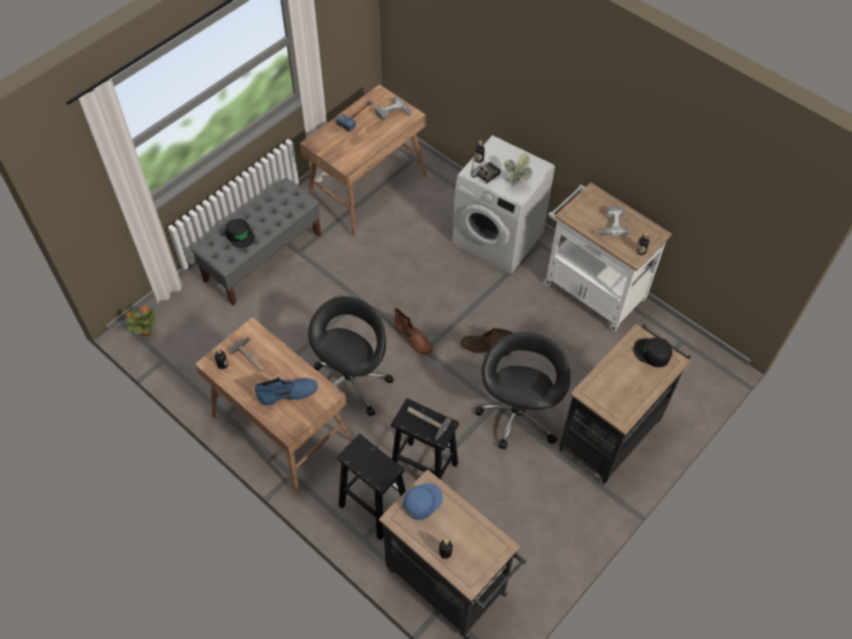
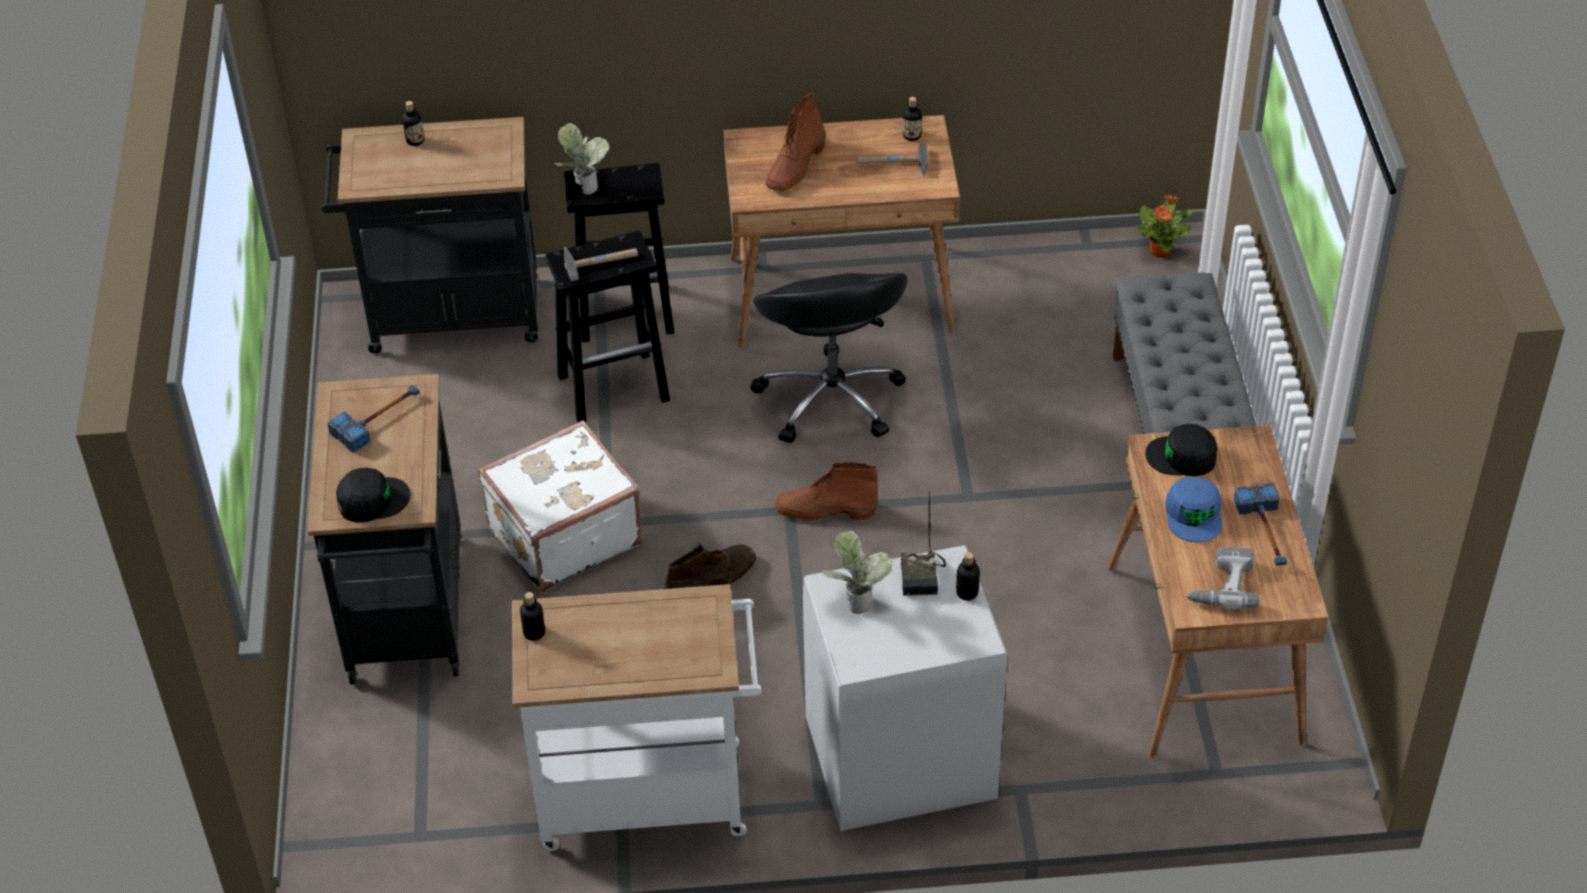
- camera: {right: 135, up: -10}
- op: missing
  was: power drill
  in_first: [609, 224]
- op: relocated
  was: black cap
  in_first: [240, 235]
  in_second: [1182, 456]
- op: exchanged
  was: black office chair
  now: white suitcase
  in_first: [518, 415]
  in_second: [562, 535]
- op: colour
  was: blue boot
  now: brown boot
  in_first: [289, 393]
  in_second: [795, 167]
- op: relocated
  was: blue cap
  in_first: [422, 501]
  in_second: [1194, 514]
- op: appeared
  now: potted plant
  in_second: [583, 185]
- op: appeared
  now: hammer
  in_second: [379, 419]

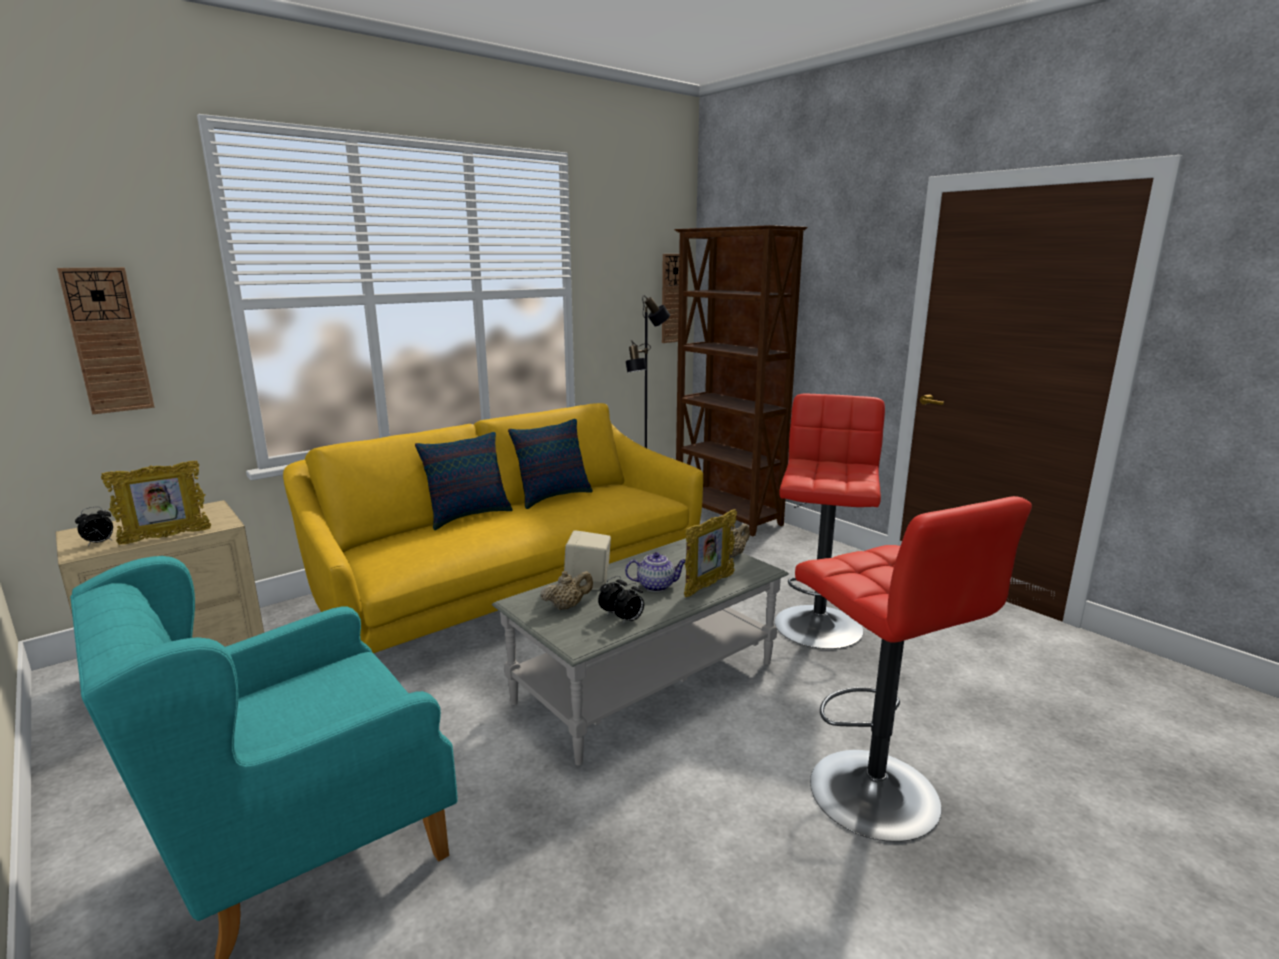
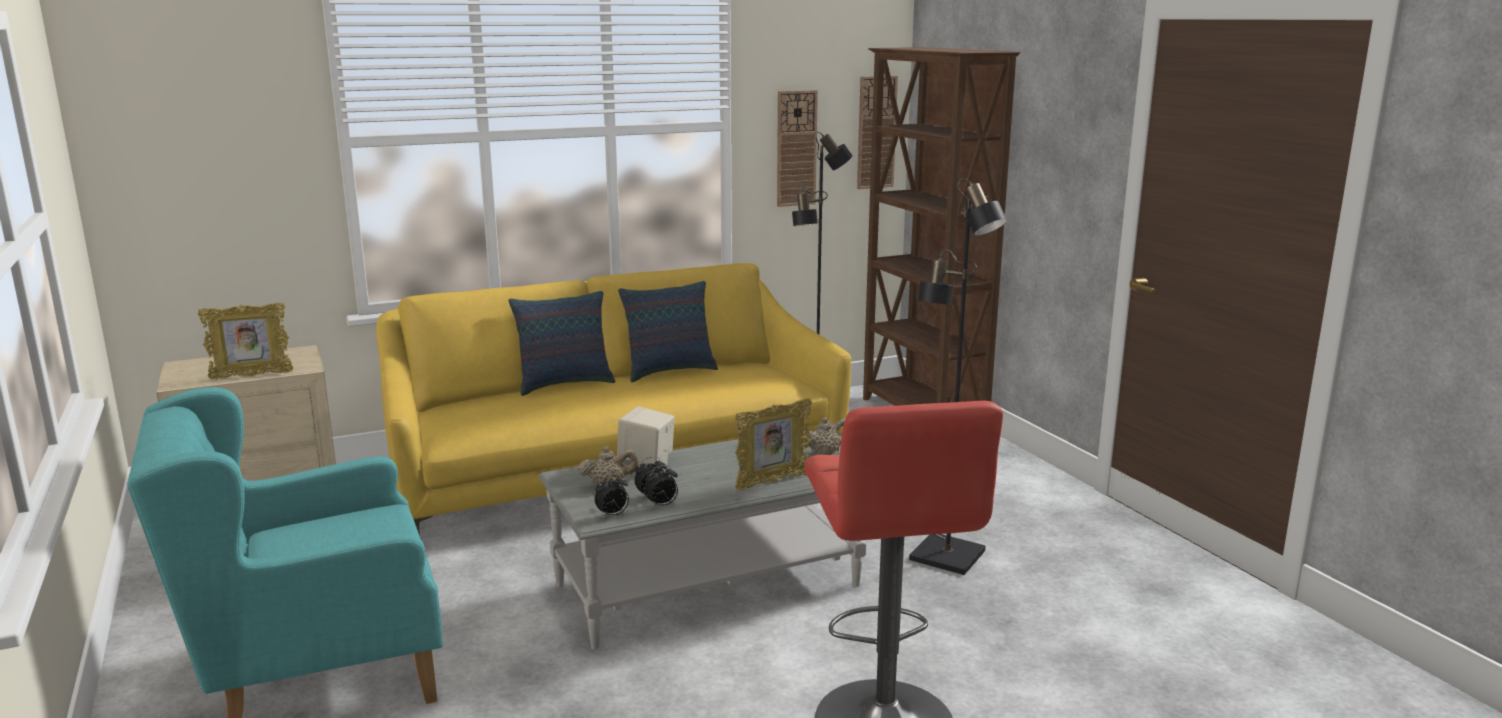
- camera: {right: 15, up: 0}
- op: relocated
  was: wall clock
  in_first: [108, 341]
  in_second: [796, 148]
- op: exchanged
  was: red stool
  now: black floor lamp
  in_first: [819, 626]
  in_second: [947, 555]
- op: relocated
  was: alarm clock
  in_first: [99, 543]
  in_second: [613, 515]
- op: missing
  was: teapot
  in_first: [656, 586]

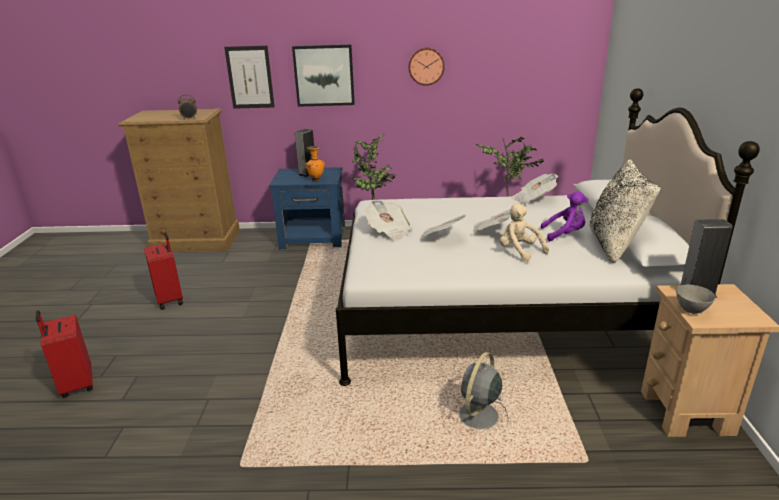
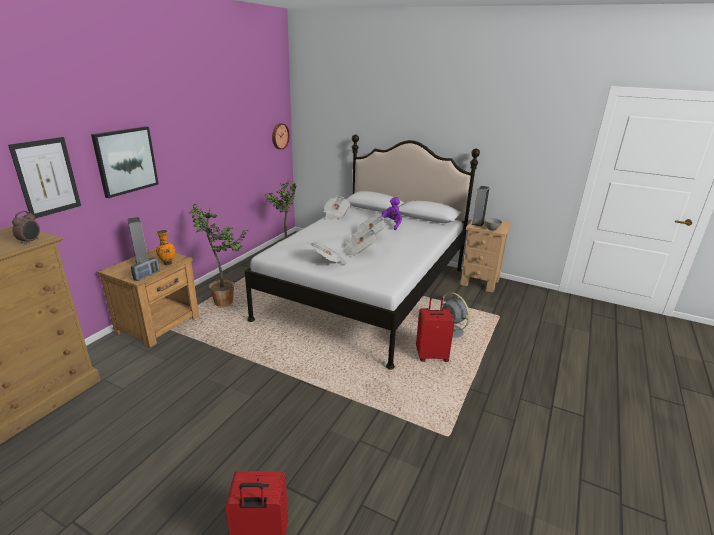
- camera: {right: -65, up: 0}
- op: relocated
  was: wall clock
  in_first: [426, 66]
  in_second: [279, 136]
- op: missing
  was: beige pillow
  in_first: [614, 248]
- op: colour
  was: blue nightstand
  now: brown nightstand
  in_first: [314, 238]
  in_second: [159, 324]
- op: missing
  was: beige plush toy
  in_first: [519, 251]
- op: relocated
  was: red suitcase
  in_first: [170, 300]
  in_second: [431, 355]
- op: appeared
  now: radio
  in_second: [147, 276]

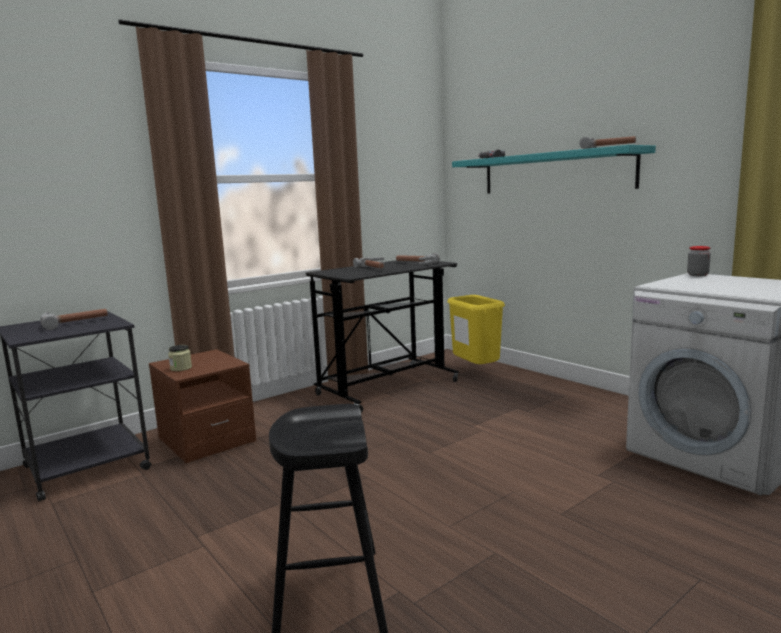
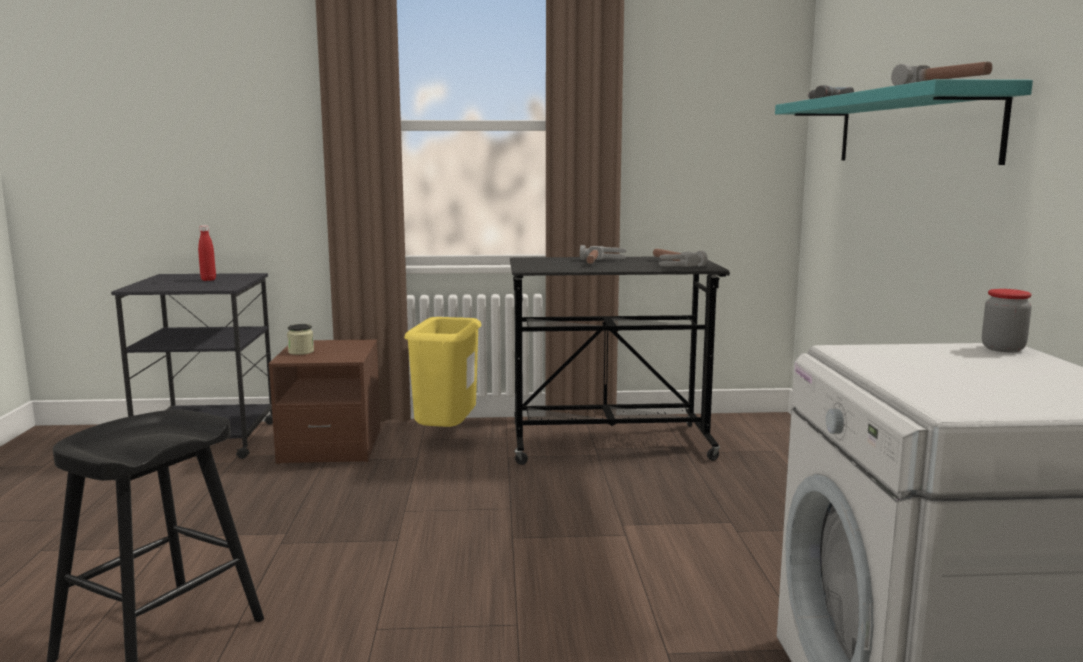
- camera: {right: 35, up: 0}
- op: relocated
  was: yellow trash can
  in_first: [475, 371]
  in_second: [445, 437]
- op: exchanged
  was: hammer
  now: red bottle
  in_first: [74, 322]
  in_second: [208, 280]

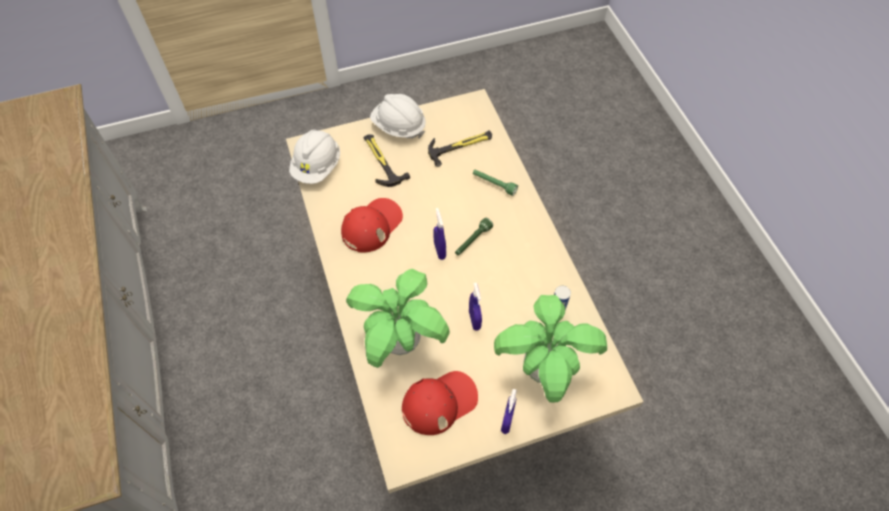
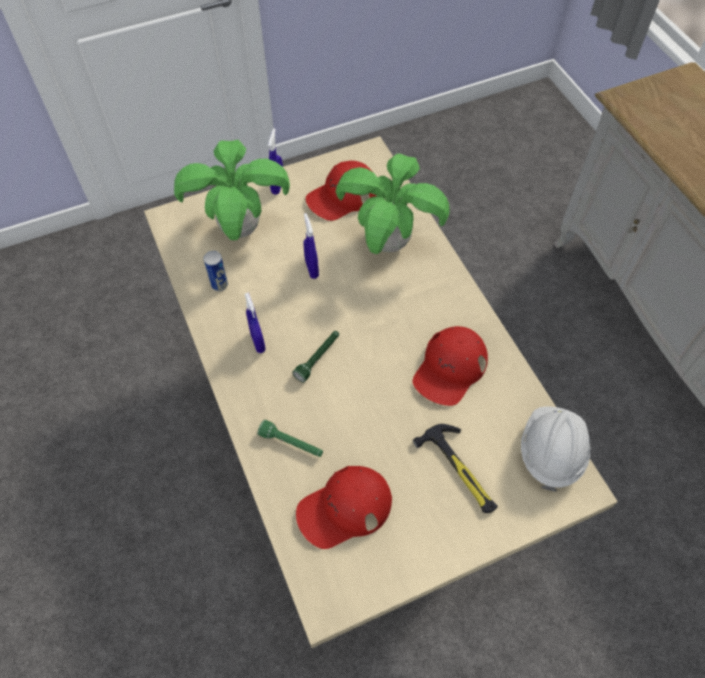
- camera: {right: 175, up: 0}
- op: missing
  was: white hard hat
  in_first: [398, 126]
- op: exchanged
  was: hammer
  now: red cap
  in_first: [460, 146]
  in_second: [344, 508]
- op: relocated
  was: blue spray bottle
  in_first: [439, 250]
  in_second: [258, 342]

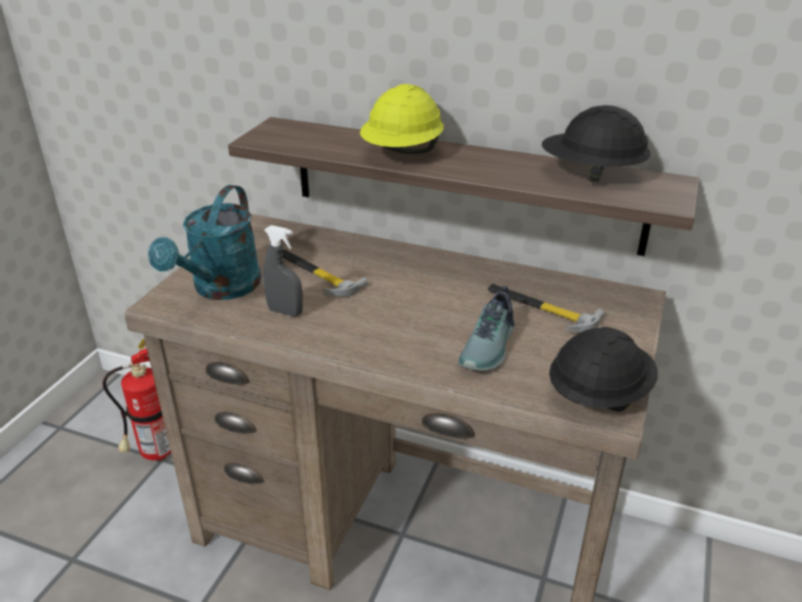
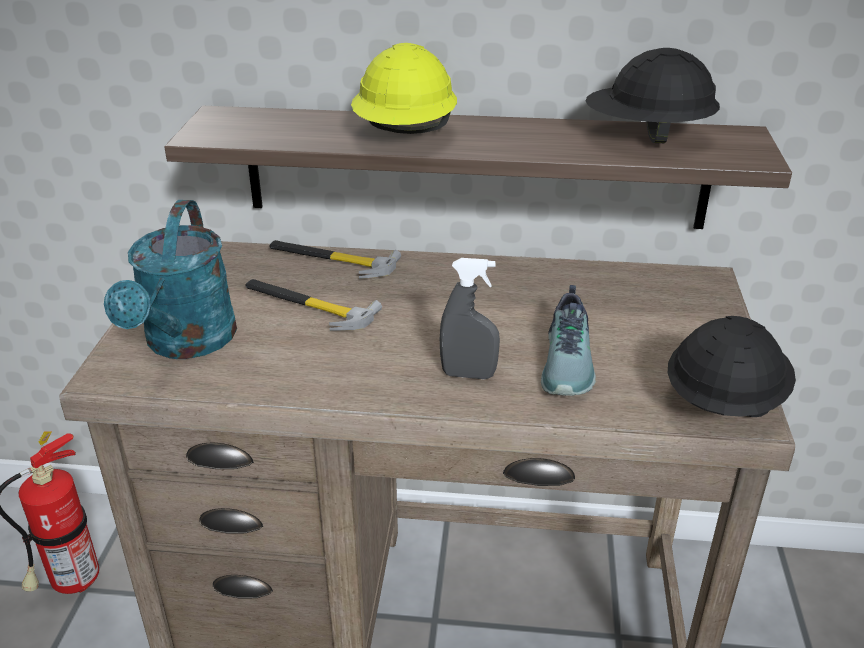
- camera: {right: -15, up: 0}
- op: relocated
  was: grey spray bottle
  in_first: [285, 312]
  in_second: [468, 374]
- op: relocated
  was: hammer
  in_first: [540, 309]
  in_second: [331, 260]

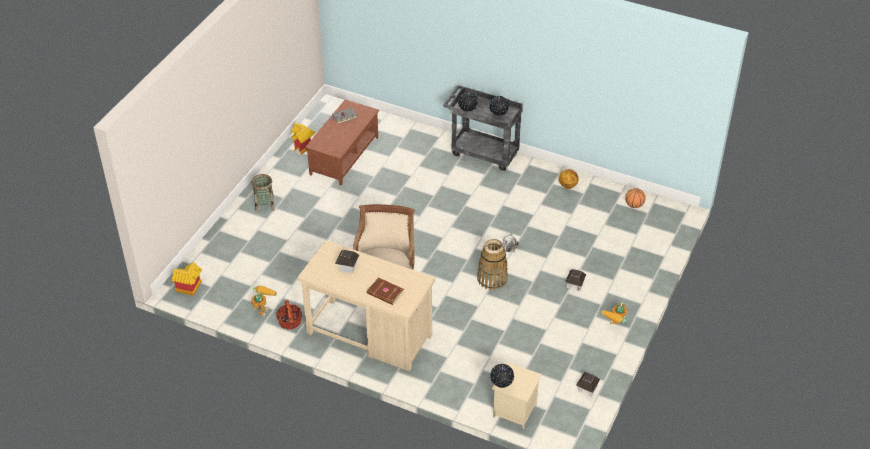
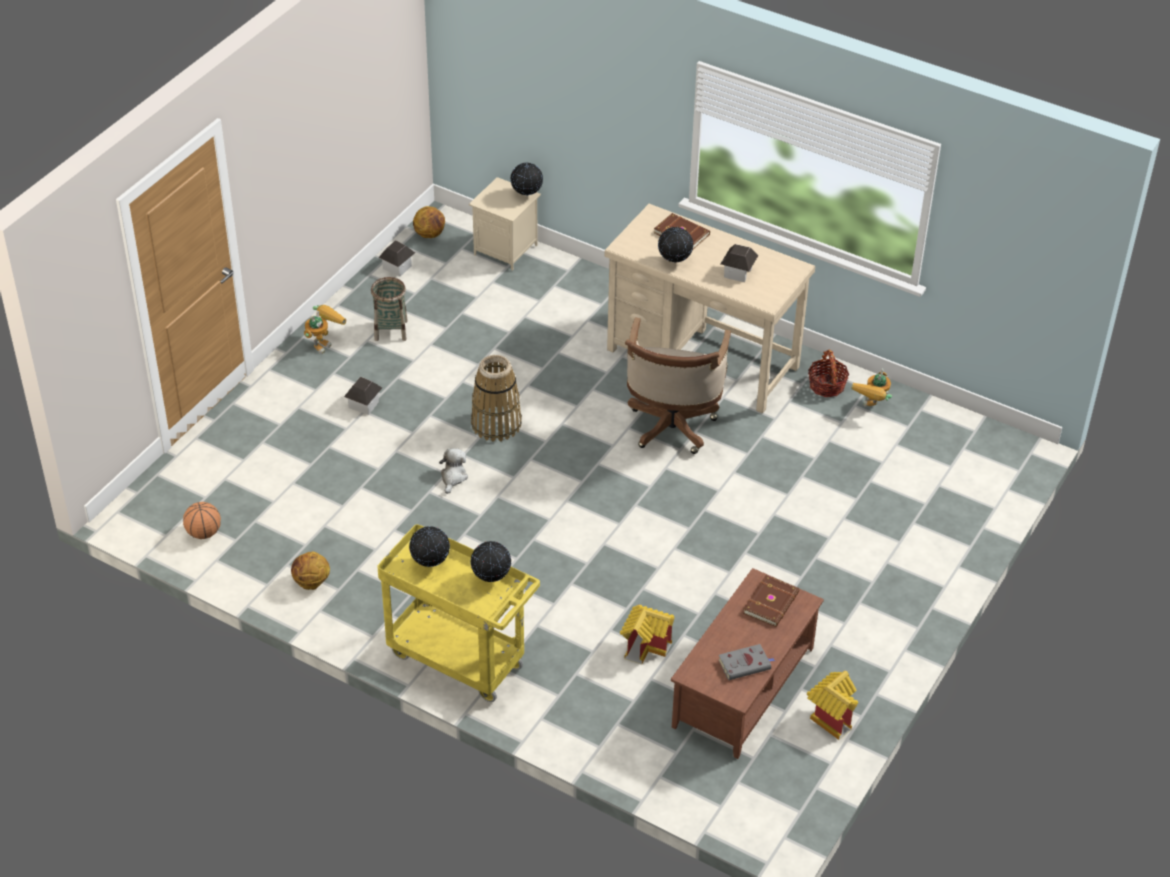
- camera: {right: -175, up: 0}
- op: colour
  was: grey cart
  now: yellow cart
  in_first: [481, 155]
  in_second: [462, 664]
- op: relocated
  was: basket
  in_first: [264, 205]
  in_second: [391, 330]
- op: relocated
  was: toy house
  in_first: [189, 288]
  in_second: [647, 646]
- op: appeared
  now: basketball
  in_second: [430, 234]
- op: appeared
  now: globe
  in_second: [674, 262]
- op: appeared
  now: brown book
  in_second: [772, 603]

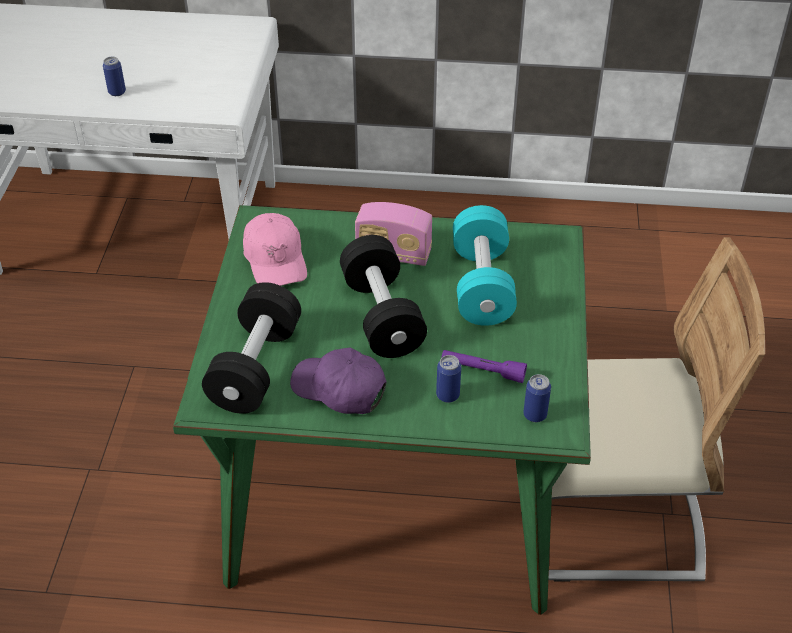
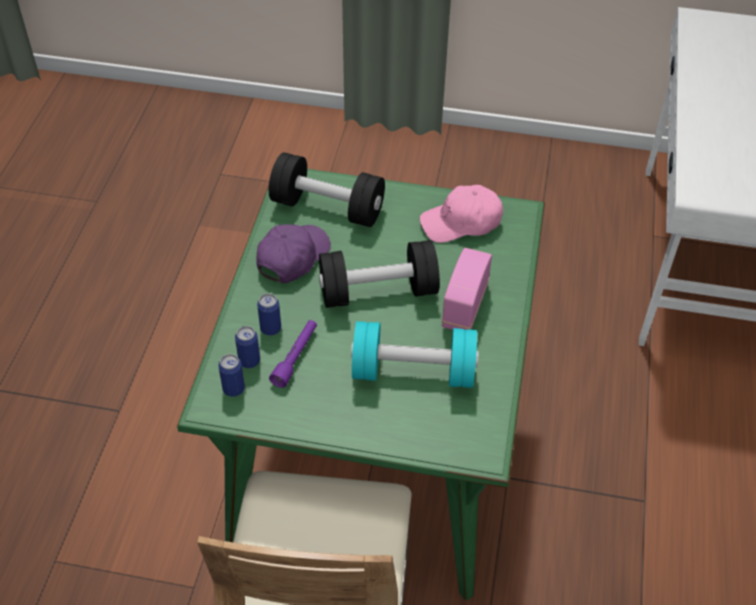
- camera: {right: 95, up: 5}
- op: relocated
  was: can
  in_first: [117, 92]
  in_second: [249, 361]

